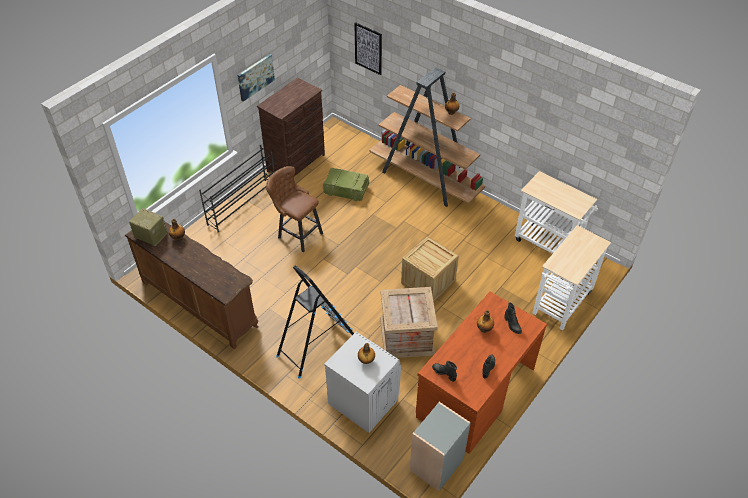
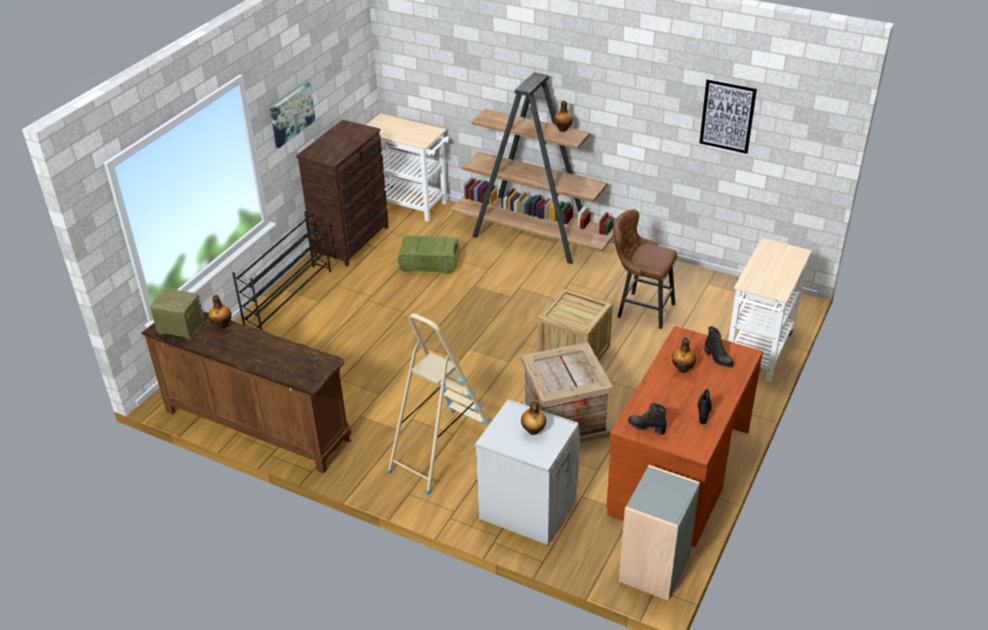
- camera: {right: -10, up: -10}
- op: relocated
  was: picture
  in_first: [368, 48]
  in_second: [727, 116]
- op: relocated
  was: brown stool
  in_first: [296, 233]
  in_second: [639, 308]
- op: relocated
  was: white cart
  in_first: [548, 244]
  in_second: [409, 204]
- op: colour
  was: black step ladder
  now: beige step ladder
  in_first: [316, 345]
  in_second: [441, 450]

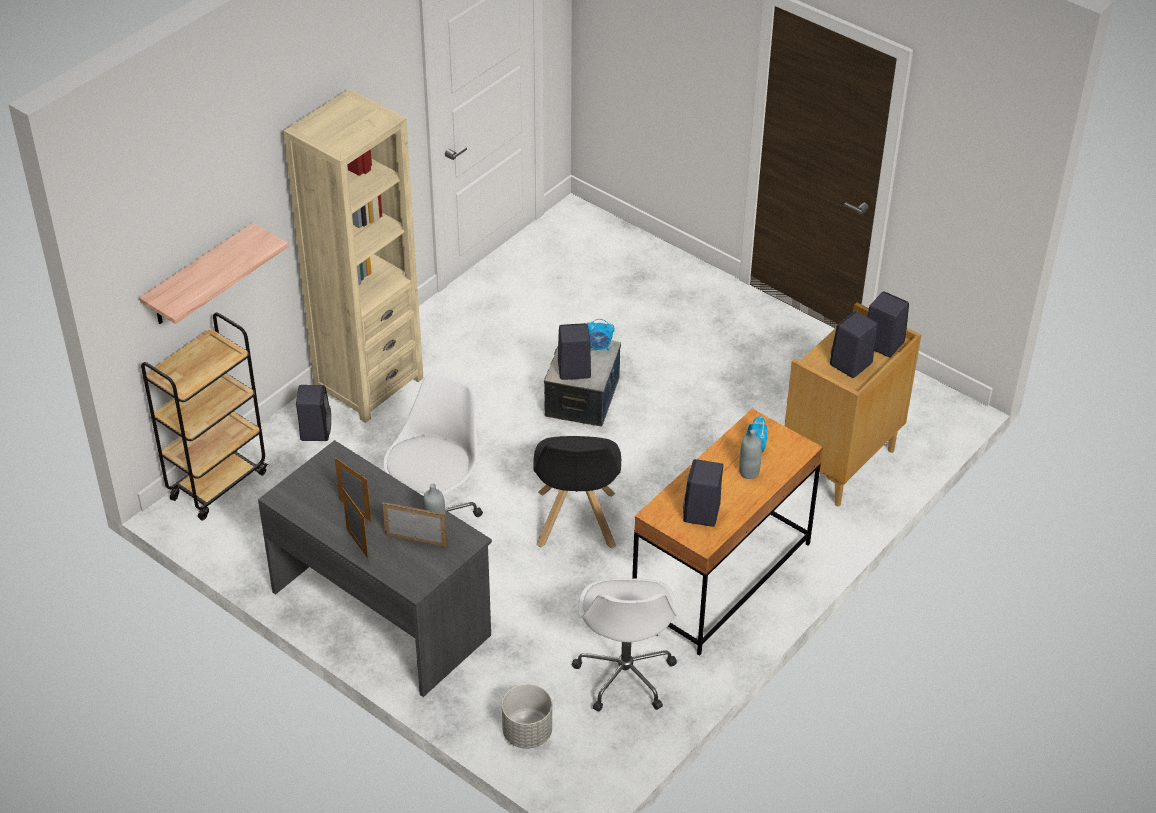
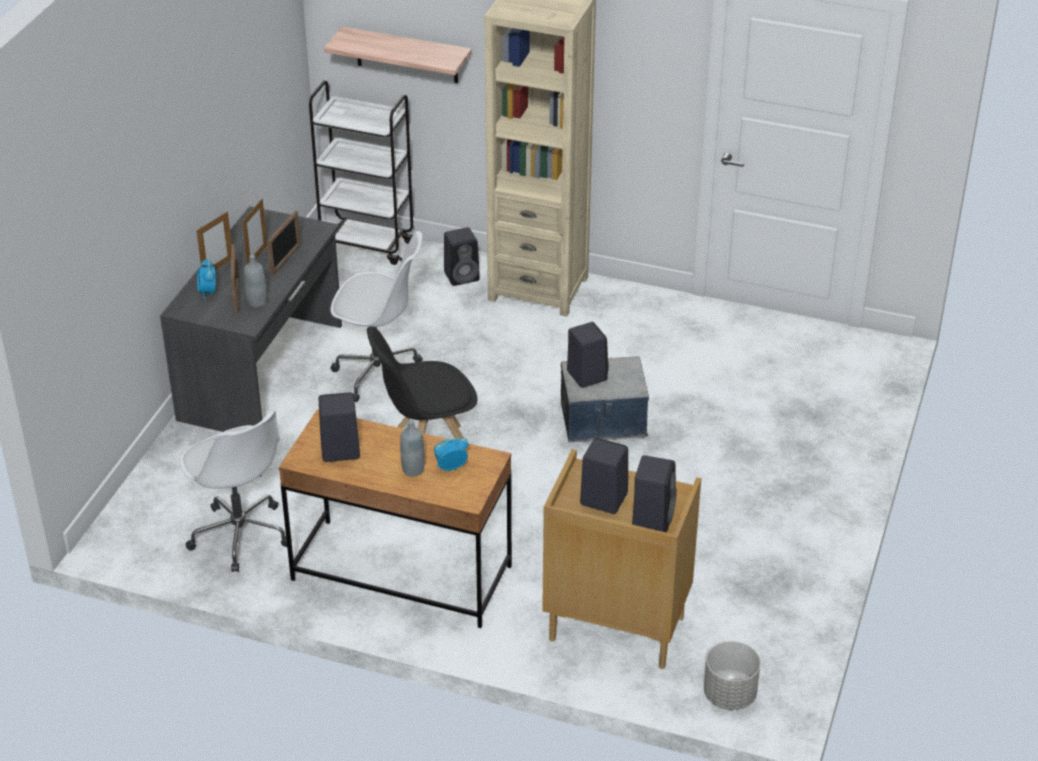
- camera: {right: 70, up: -5}
- op: colour
  was: brown cart
  now: white cart
  in_first: [218, 484]
  in_second: [369, 246]
- op: relocated
  was: alarm clock
  in_first: [599, 347]
  in_second: [207, 292]
- op: spun
  was: white office chair
  in_first: [625, 679]
  in_second: [242, 537]
  clockwise: -105
- op: relocated
  was: grey planter
  in_first: [527, 733]
  in_second: [729, 695]
- op: appeared
  now: picture frame
  in_second: [286, 260]

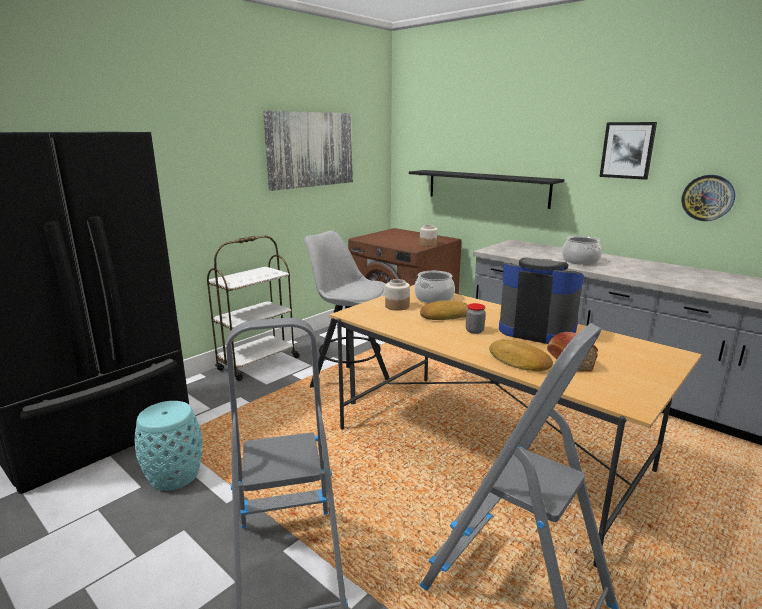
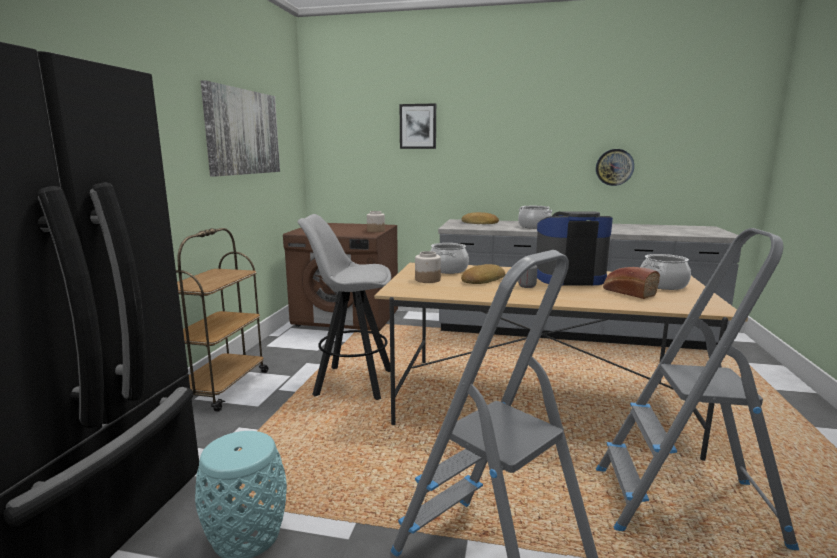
- camera: {right: -30, up: -5}
- op: relocated
  was: picture
  in_first: [627, 150]
  in_second: [418, 126]
- op: missing
  was: black shelf
  in_first: [486, 188]
- op: colour
  was: white cart
  now: brown cart
  in_first: [257, 364]
  in_second: [223, 389]
- op: relocated
  was: bread
  in_first: [519, 361]
  in_second: [480, 223]
- op: appeared
  now: cooking pot
  in_second: [663, 285]

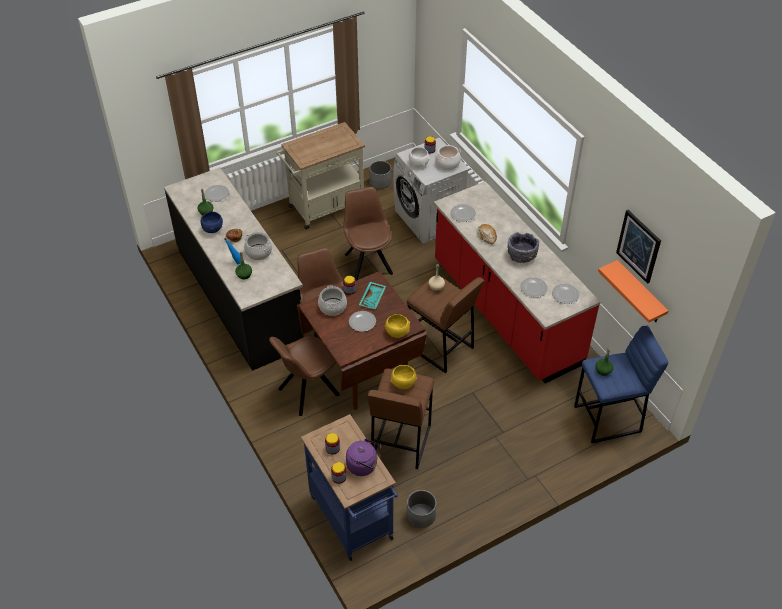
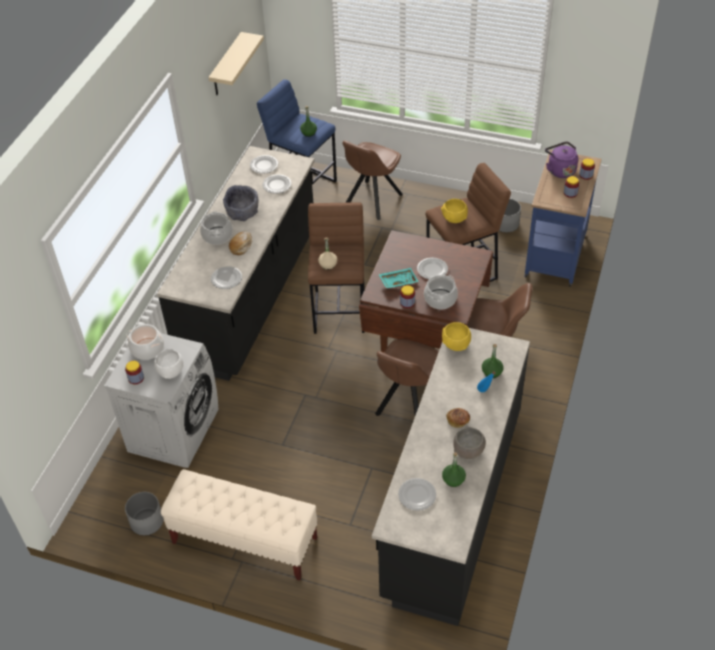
- camera: {right: -130, up: 0}
- op: exchanged
  was: beige cart
  now: beige bench
  in_first: [324, 208]
  in_second: [244, 540]
- op: colour
  was: red counter
  now: black counter
  in_first: [505, 312]
  in_second: [251, 297]
- op: relocated
  was: brown chair
  in_first: [368, 264]
  in_second: [372, 200]
- op: exchanged
  was: picture
  now: beige shelf
  in_first: [639, 246]
  in_second: [226, 66]
- op: colour
  was: blue bowl
  now: grey bowl
  in_first: [213, 229]
  in_second: [468, 450]
- op: relocated
  was: cooking pot
  in_first: [259, 252]
  in_second: [217, 236]
- op: missing
  was: orange shelf
  in_first: [640, 293]
- op: relocated
  was: yellow bowl
  in_first: [397, 332]
  in_second: [455, 344]

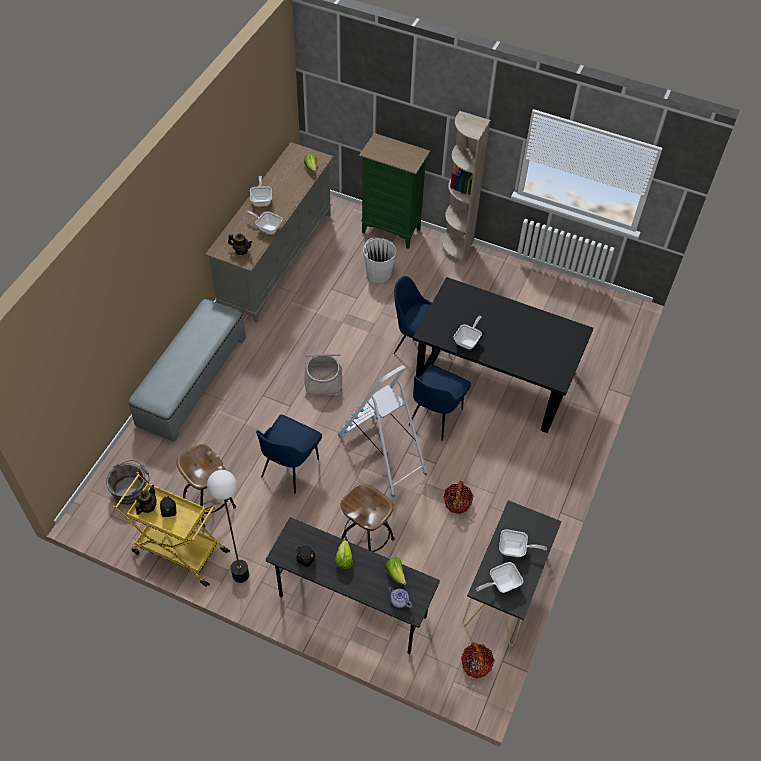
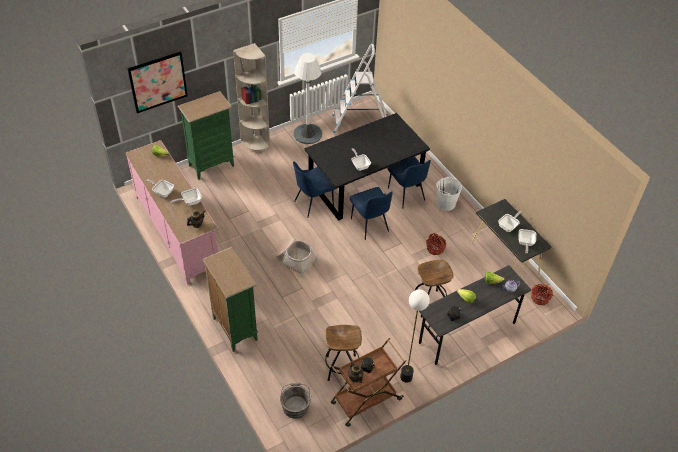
- camera: {right: -55, up: -5}
- op: colour
  was: grey cabinet
  now: pink cabinet
  in_first: [277, 260]
  in_second: [177, 232]
- op: relocated
  was: white bucket
  in_first: [378, 272]
  in_second: [445, 203]
- op: exchanged
  was: grey bench
  now: green dresser
  in_first: [192, 379]
  in_second: [235, 328]
- op: relocated
  was: white step ladder
  in_first: [381, 454]
  in_second: [360, 123]
- op: relocated
  was: blue chair
  in_first: [290, 468]
  in_second: [406, 194]
- op: colour
  was: yellow cart
  now: brown cart
  in_first: [180, 552]
  in_second: [365, 401]
- op: appeared
  now: picture
  in_second: [158, 82]
- op: appeared
  now: white floor lamp
  in_second: [308, 134]

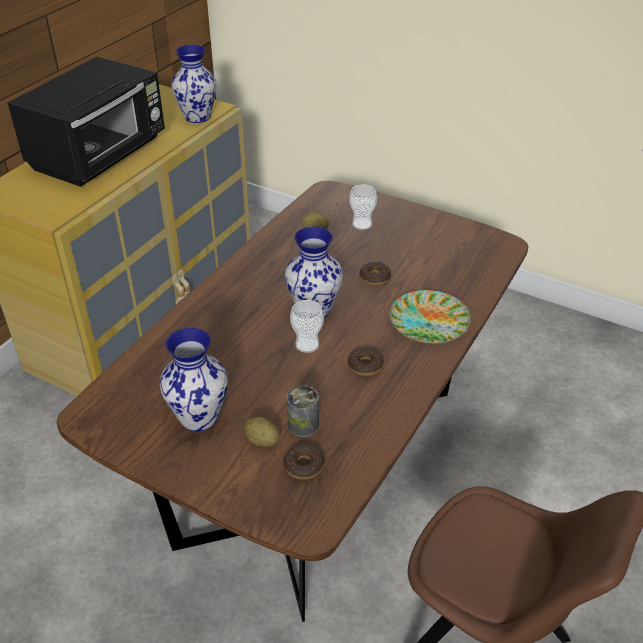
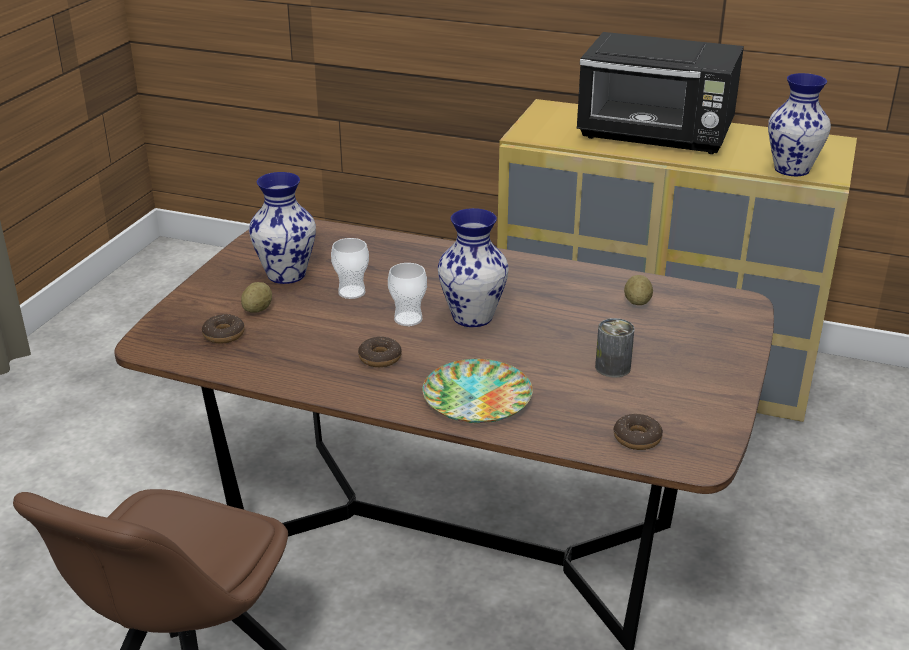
- camera: {right: 80, up: -10}
- op: relocated
  was: cup
  in_first: [362, 224]
  in_second: [352, 292]
- op: relocated
  was: donut
  in_first: [375, 278]
  in_second: [637, 438]
- op: relocated
  was: can
  in_first: [303, 425]
  in_second: [612, 367]

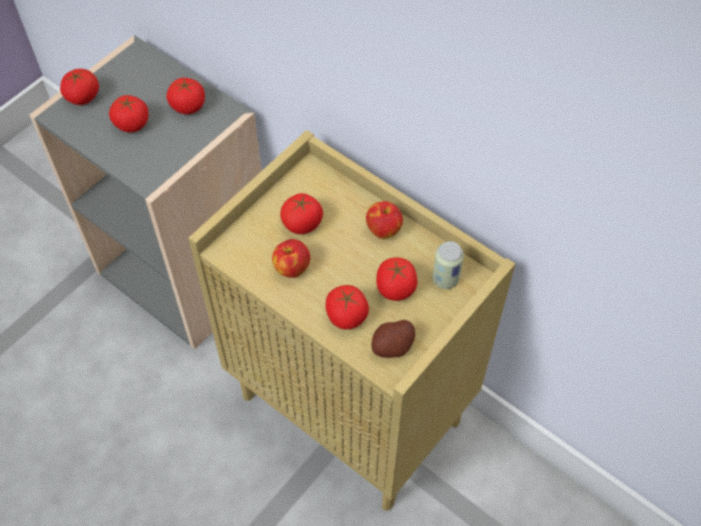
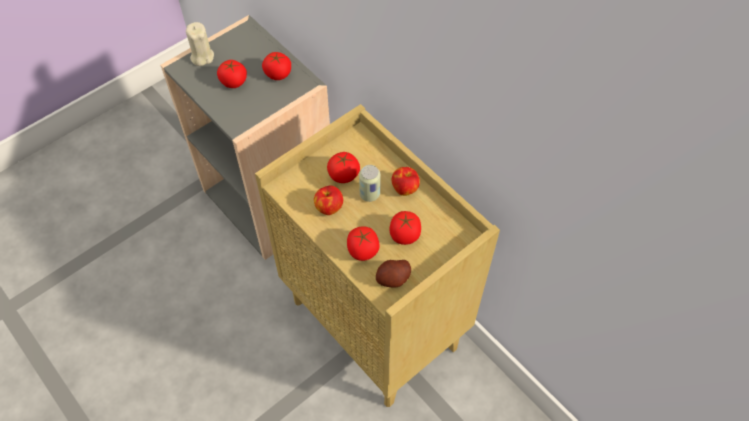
- camera: {right: 10, up: 0}
- op: exchanged
  was: tomato
  now: beige candle
  in_first: [83, 97]
  in_second: [202, 57]
- op: relocated
  was: can
  in_first: [445, 279]
  in_second: [369, 194]

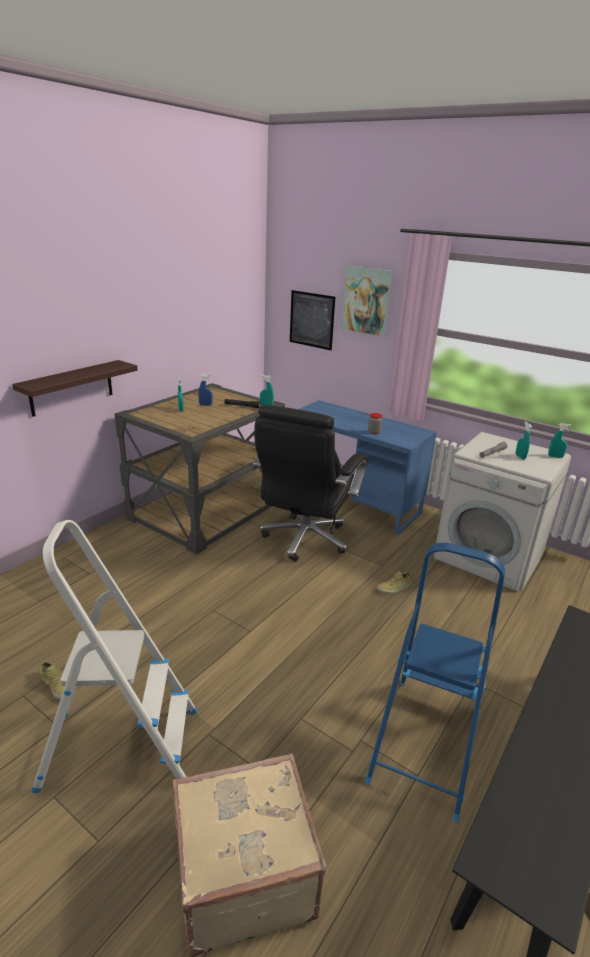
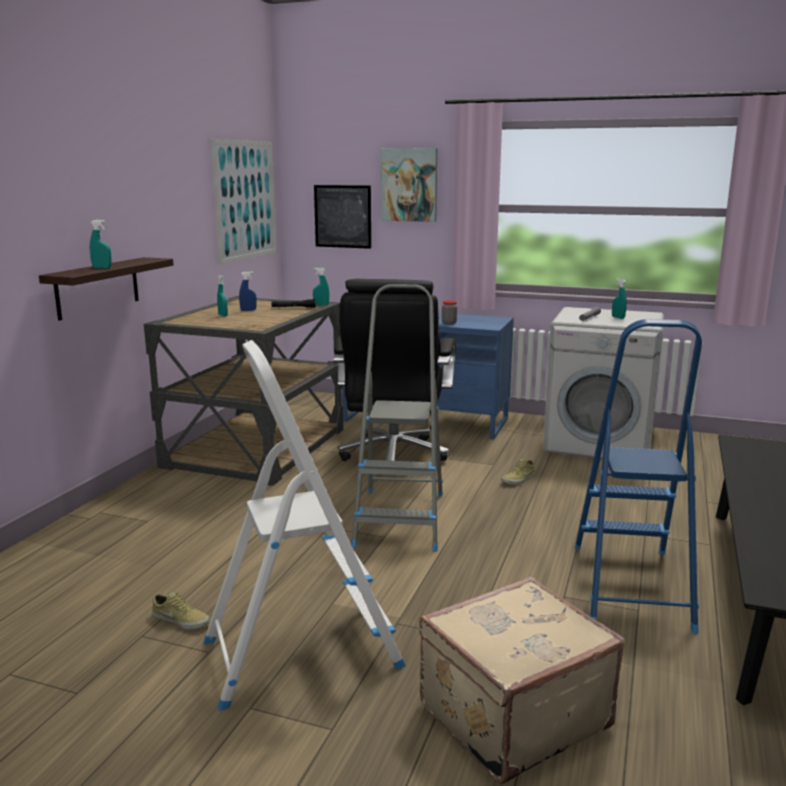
- camera: {right: -15, up: -10}
- op: relocated
  was: turquoise spray bottle
  in_first: [555, 456]
  in_second: [102, 268]
- op: appeared
  now: picture
  in_second: [245, 200]
- op: appeared
  now: grey step ladder
  in_second: [400, 519]

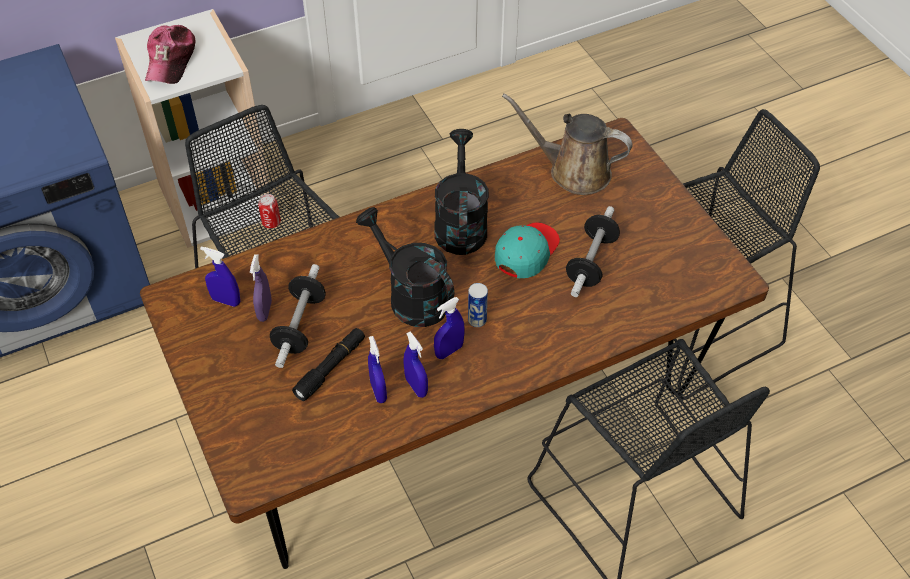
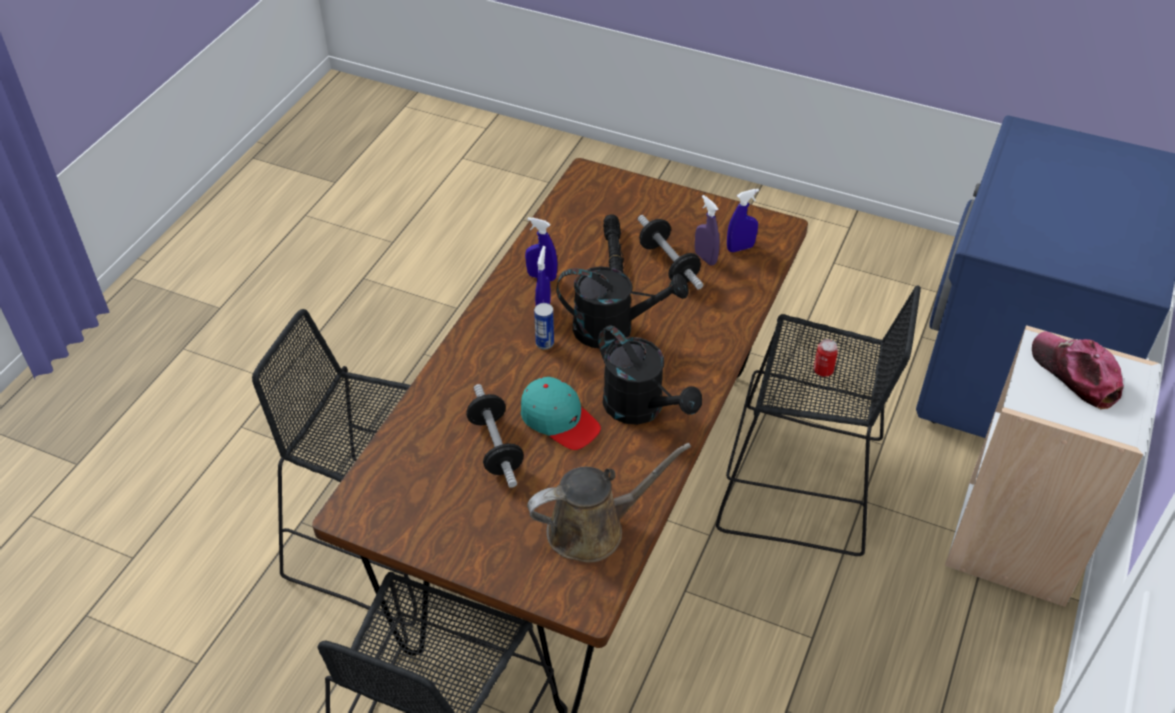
- camera: {right: 140, up: -5}
- op: spun
  was: turquoise cap
  in_first: [526, 252]
  in_second: [559, 420]
  clockwise: -45
- op: missing
  was: blue spray bottle
  in_first: [378, 391]

